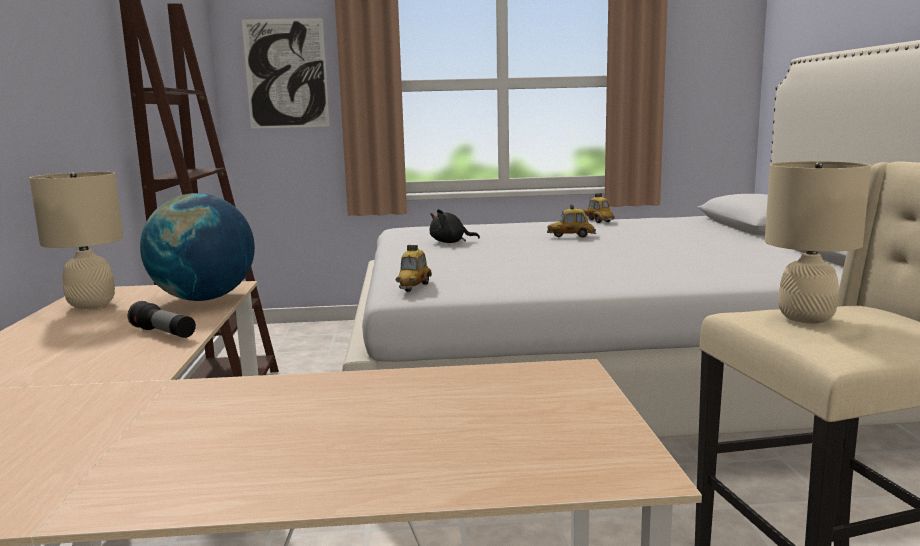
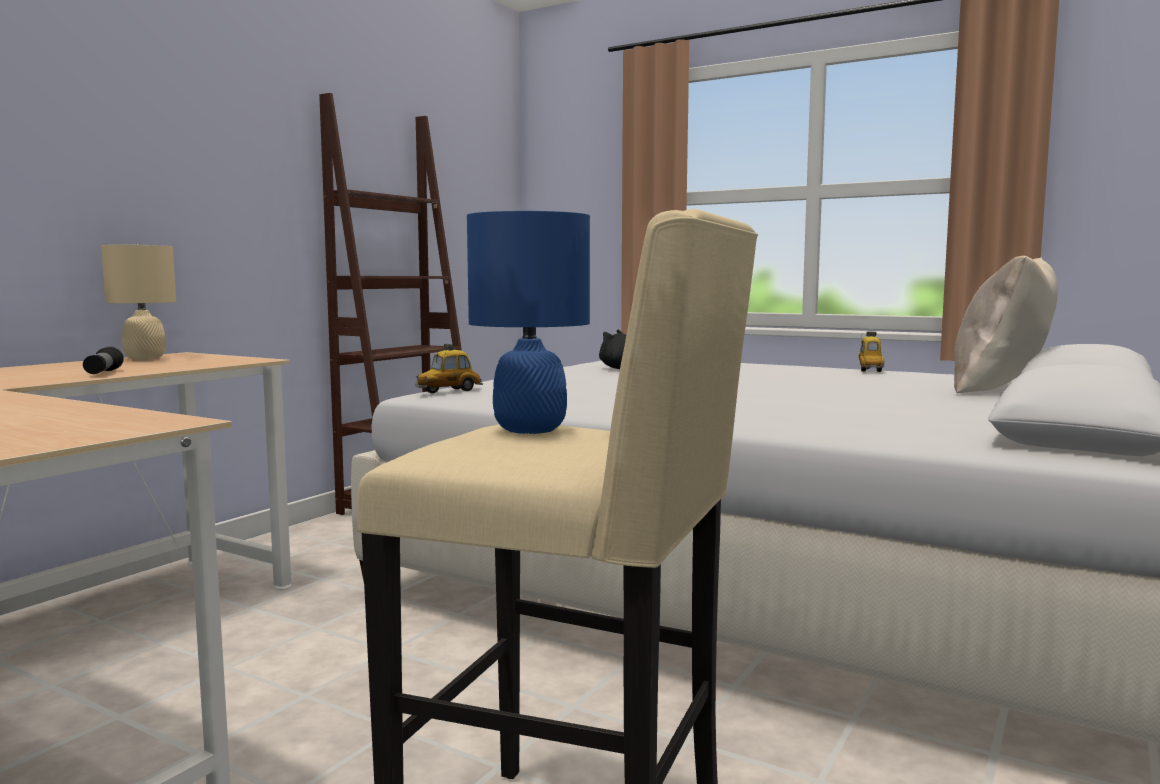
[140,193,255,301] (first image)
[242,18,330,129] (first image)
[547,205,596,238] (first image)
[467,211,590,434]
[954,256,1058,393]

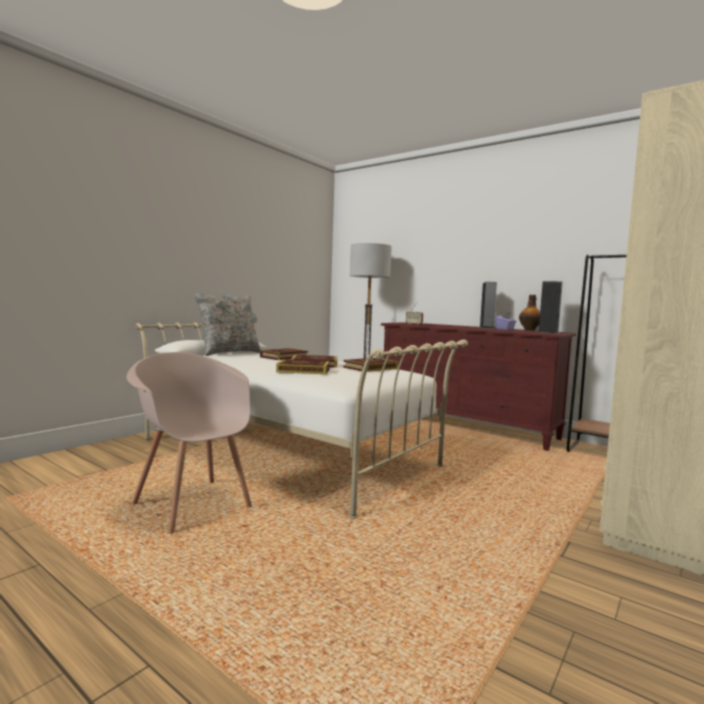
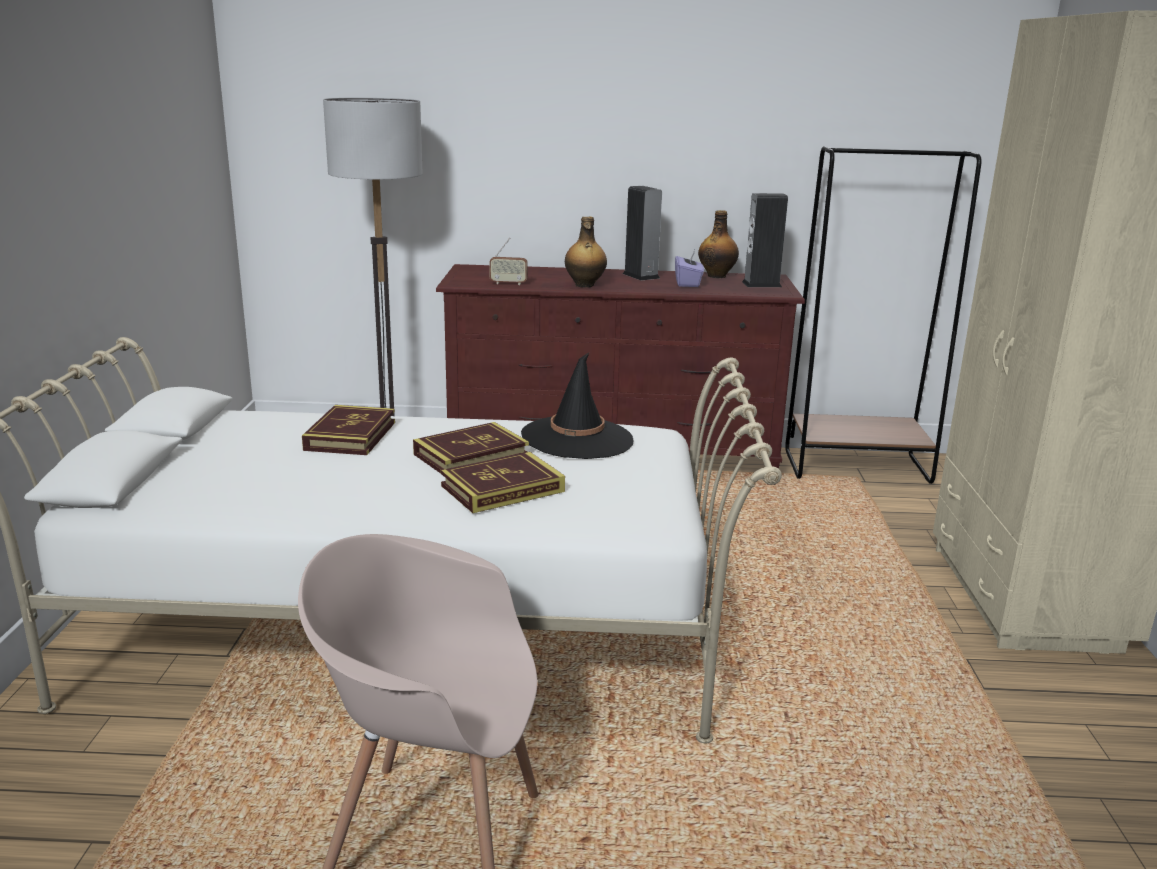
[195,293,261,356] (first image)
[521,353,634,459]
[565,217,607,288]

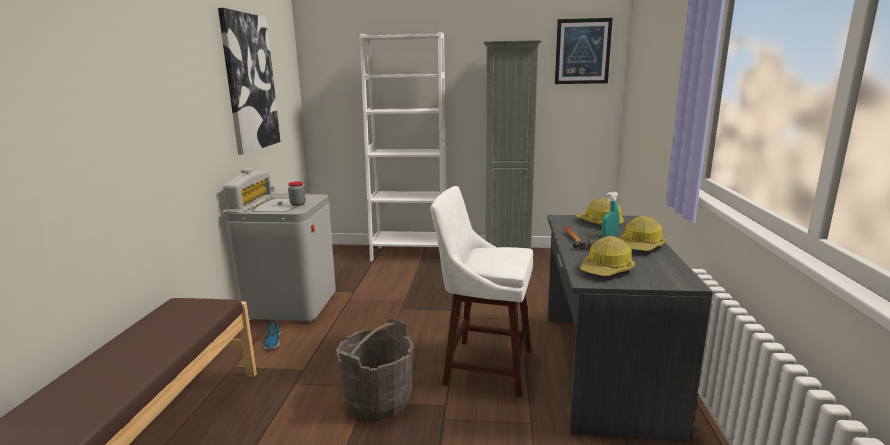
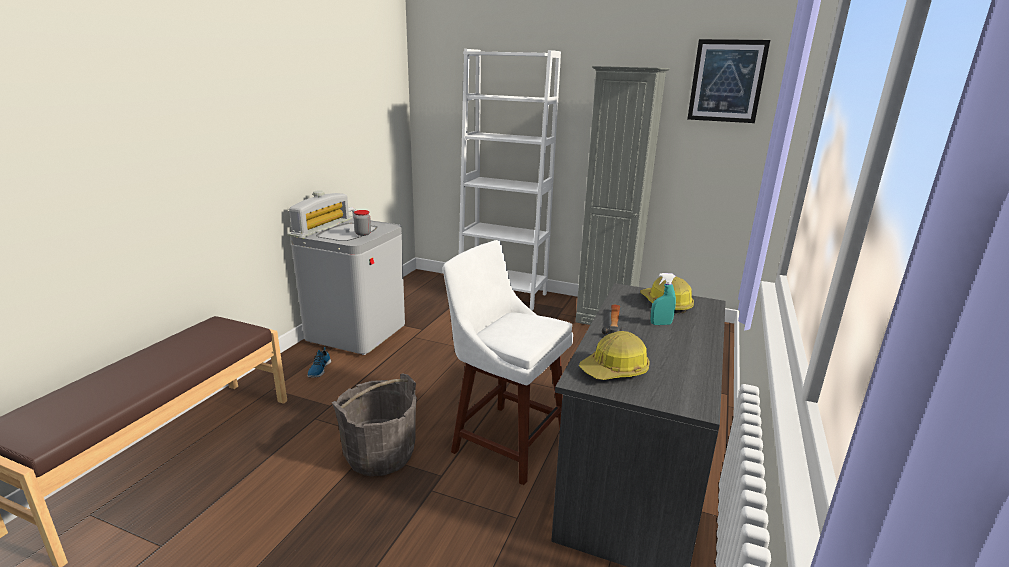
[218,8,281,154] (first image)
[620,216,665,251] (first image)

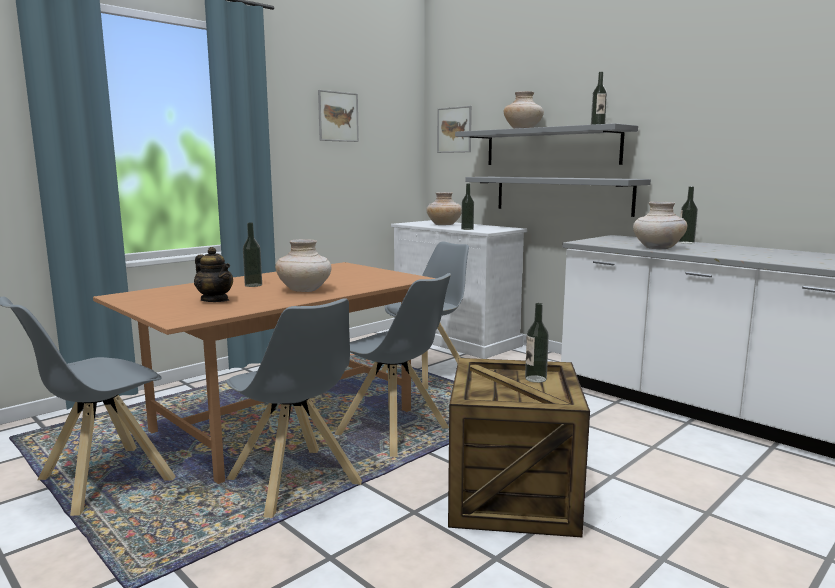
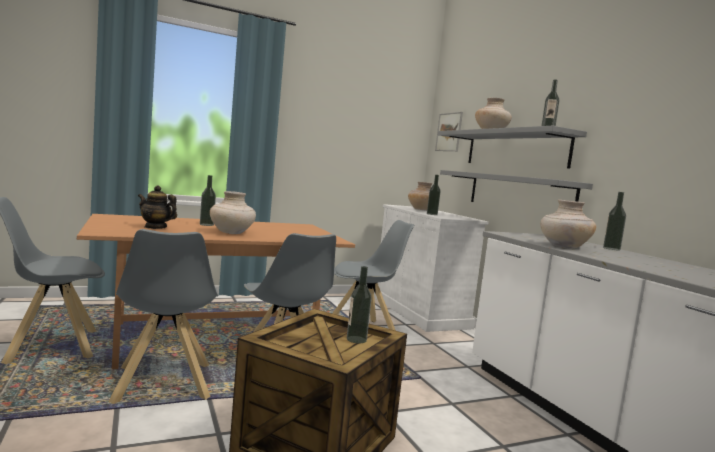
[138,185,177,229]
[318,90,359,142] (first image)

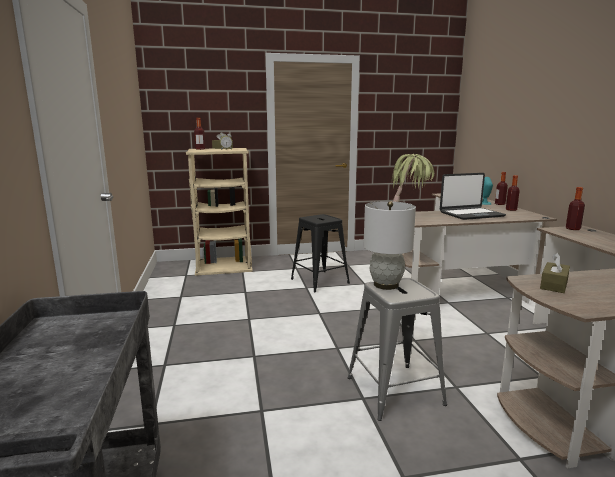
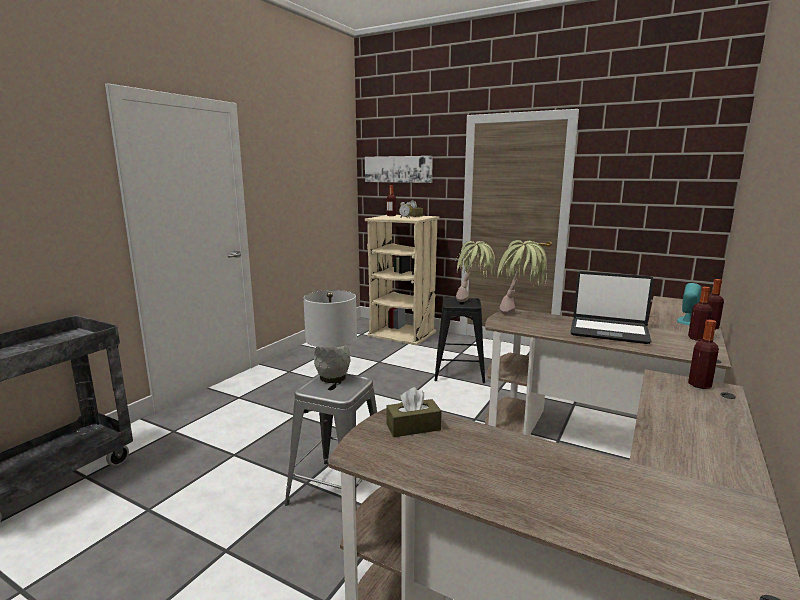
[365,156,433,183]
[453,241,495,302]

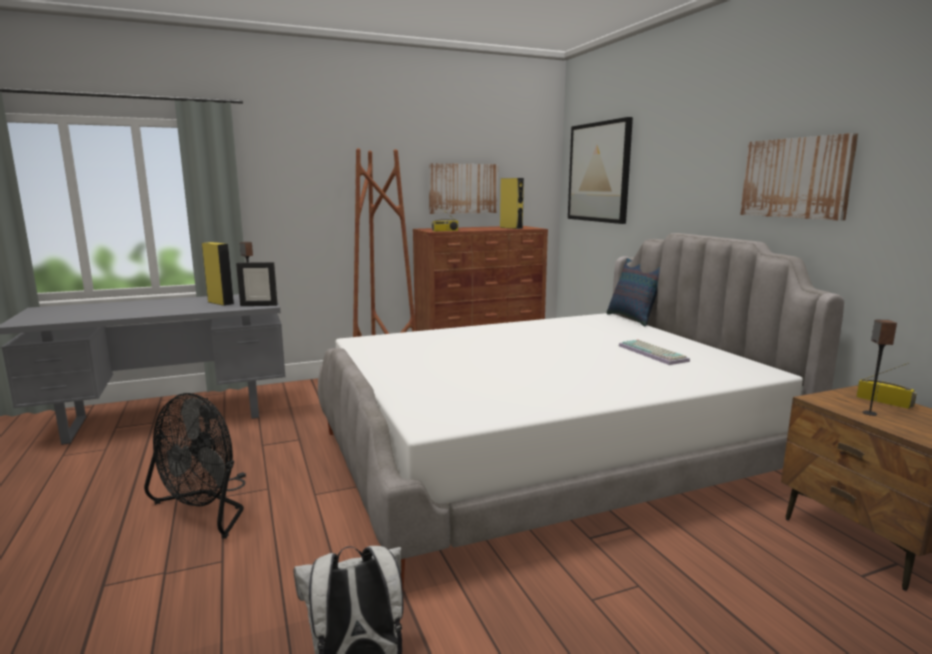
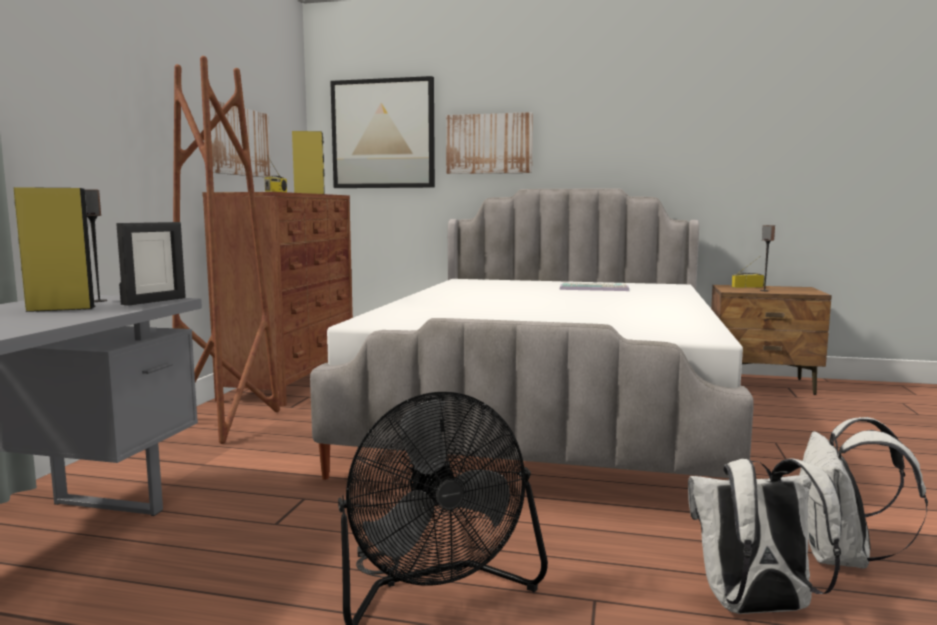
[607,258,660,327] (first image)
[446,112,533,174]
[688,458,842,614]

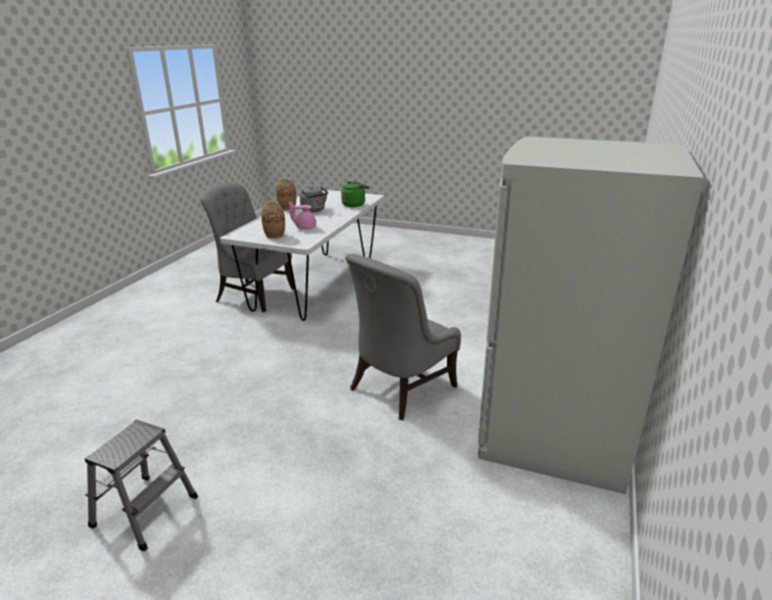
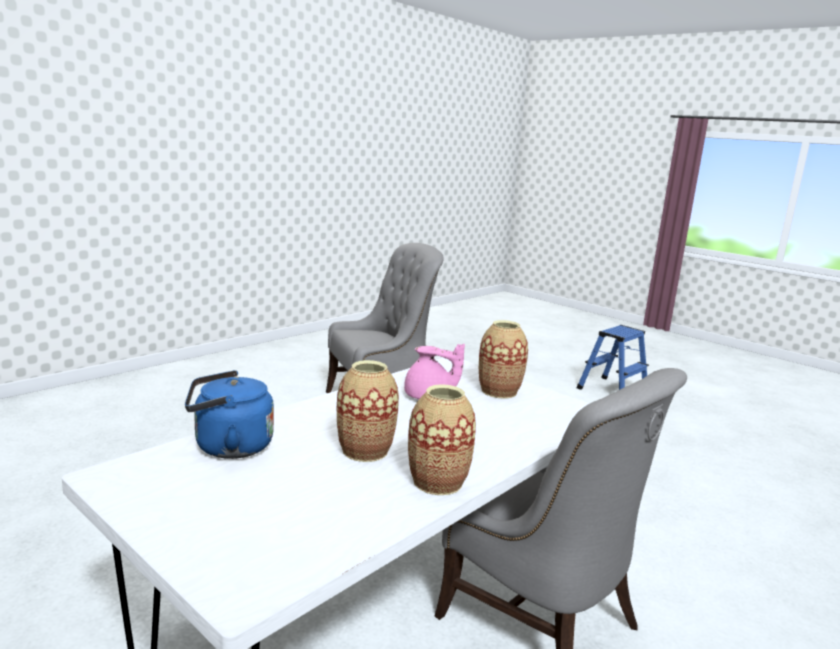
[576,325,649,390]
[337,360,399,462]
[185,370,274,459]
[478,137,704,494] (first image)

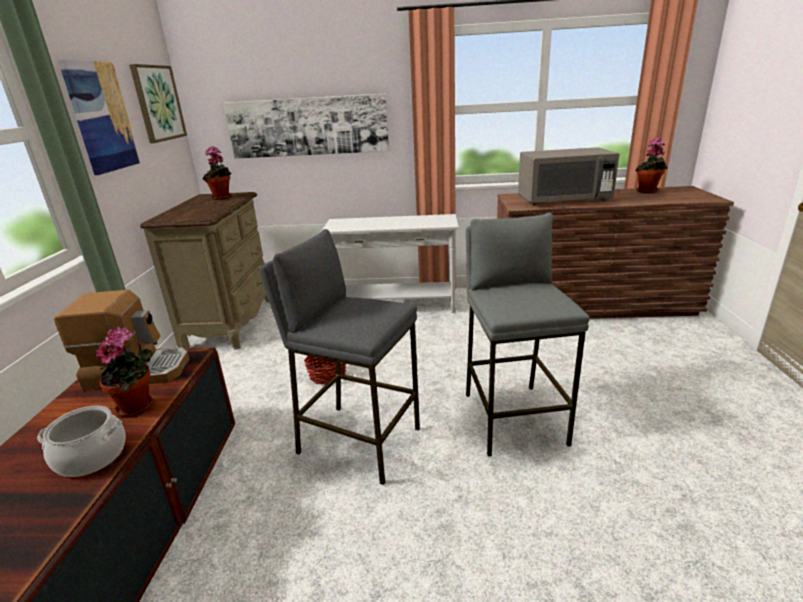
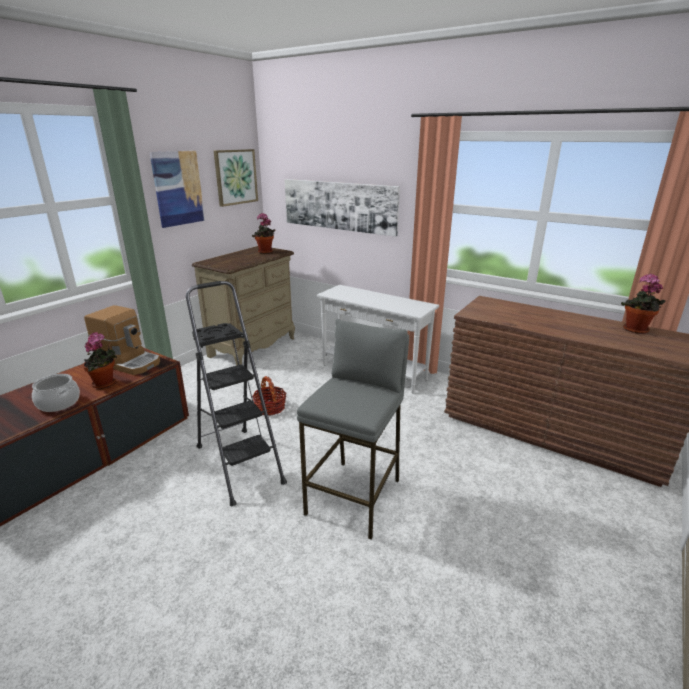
[186,281,287,506]
[518,147,620,205] (first image)

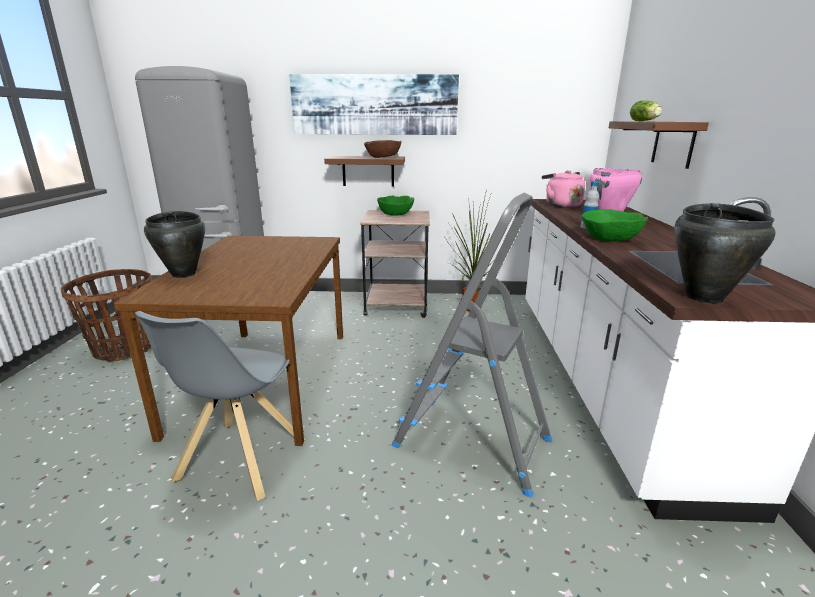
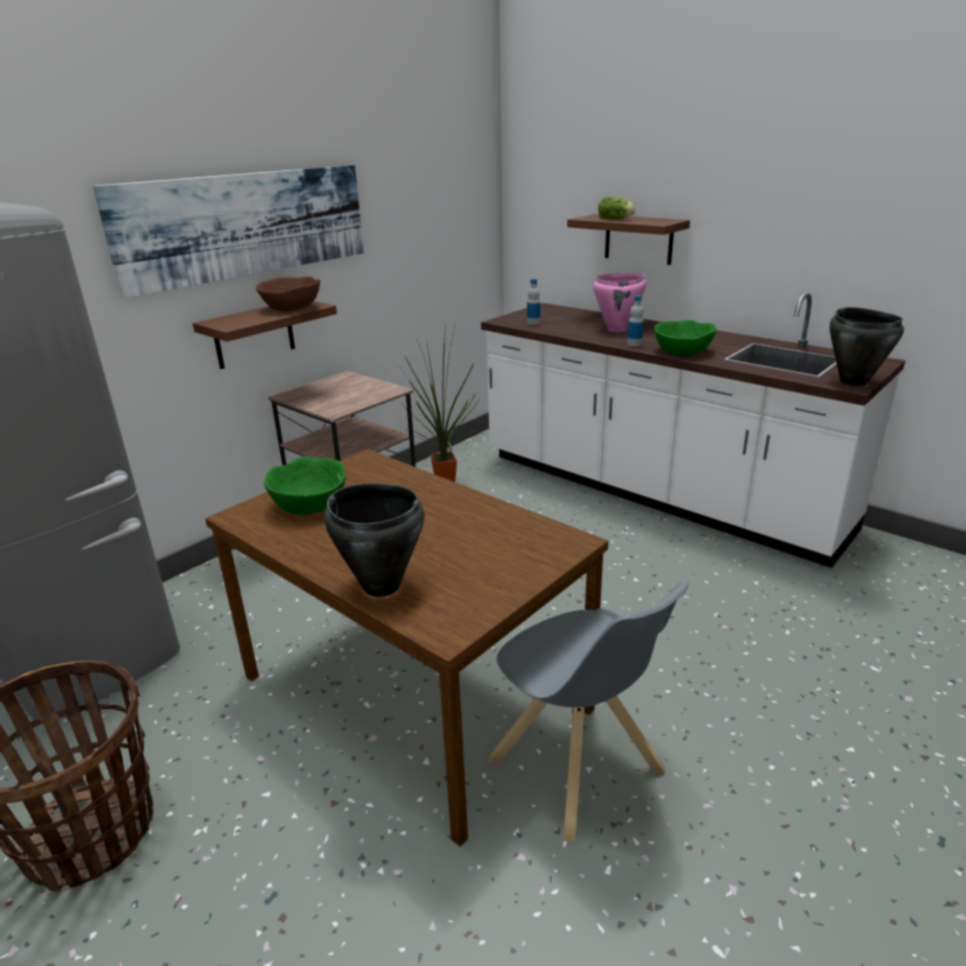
[264,456,346,515]
[392,193,552,497] (first image)
[527,279,540,325]

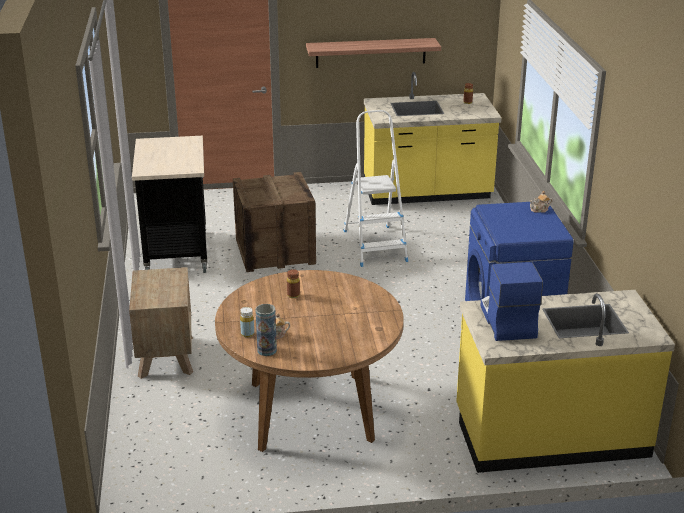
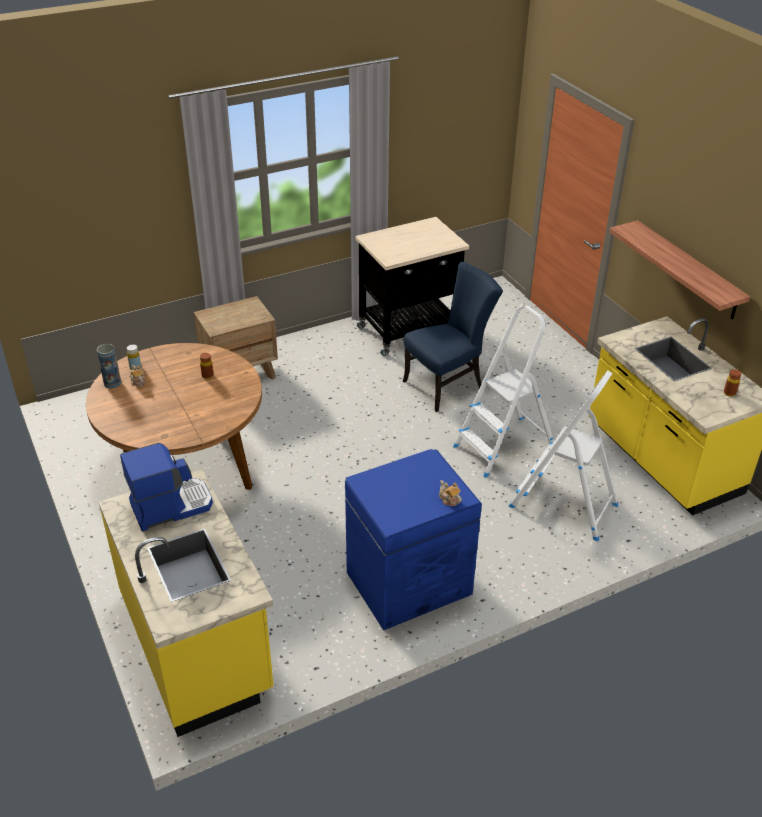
[403,262,503,412]
[509,370,618,541]

